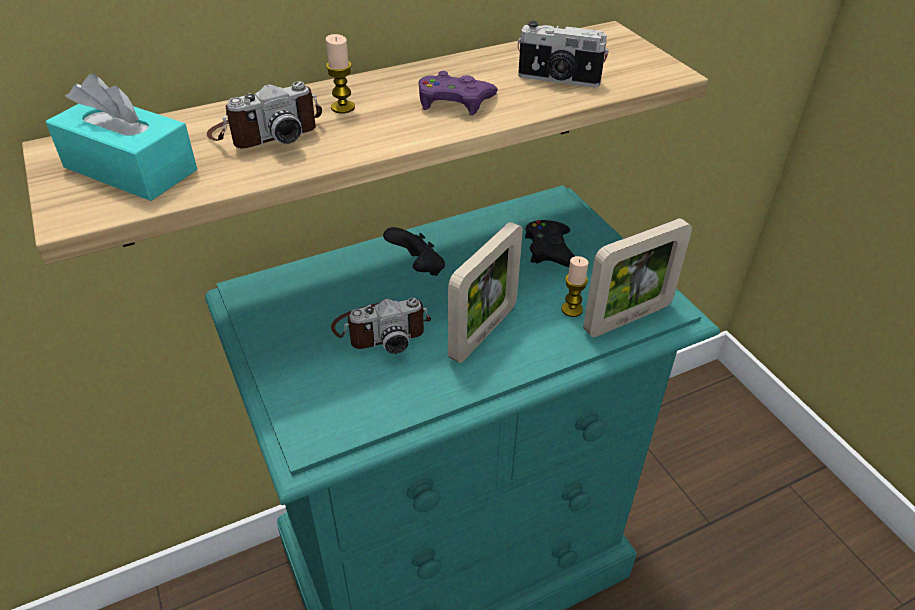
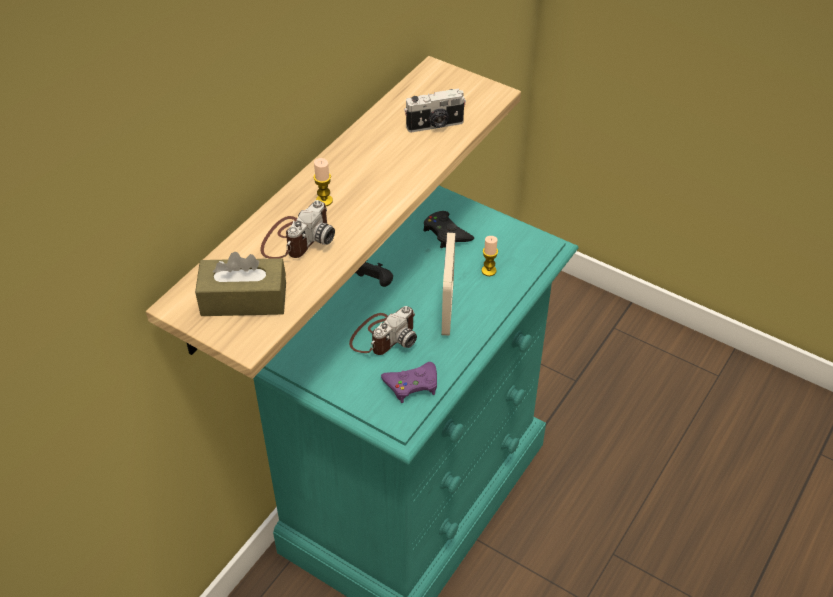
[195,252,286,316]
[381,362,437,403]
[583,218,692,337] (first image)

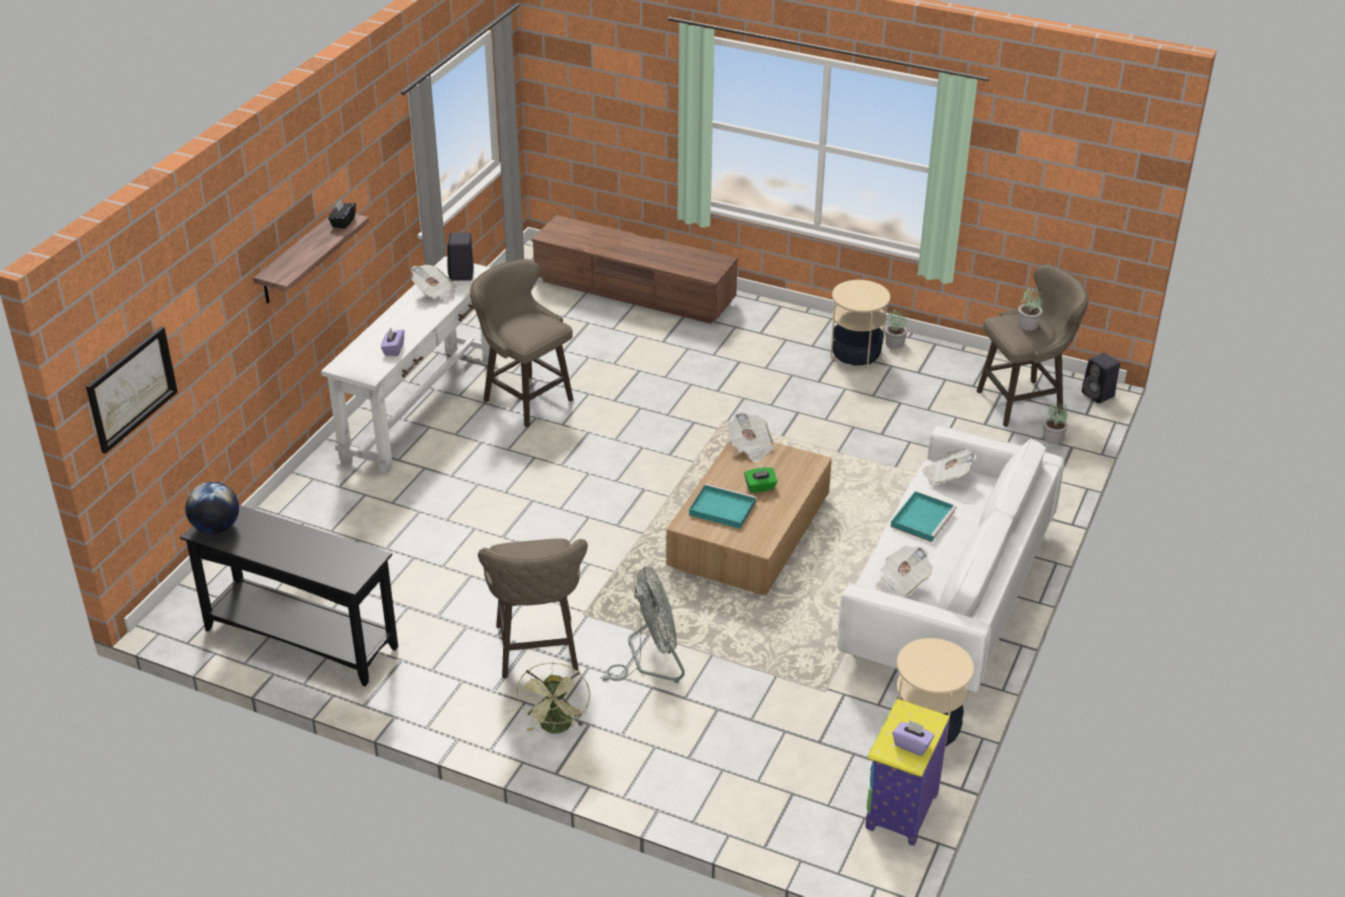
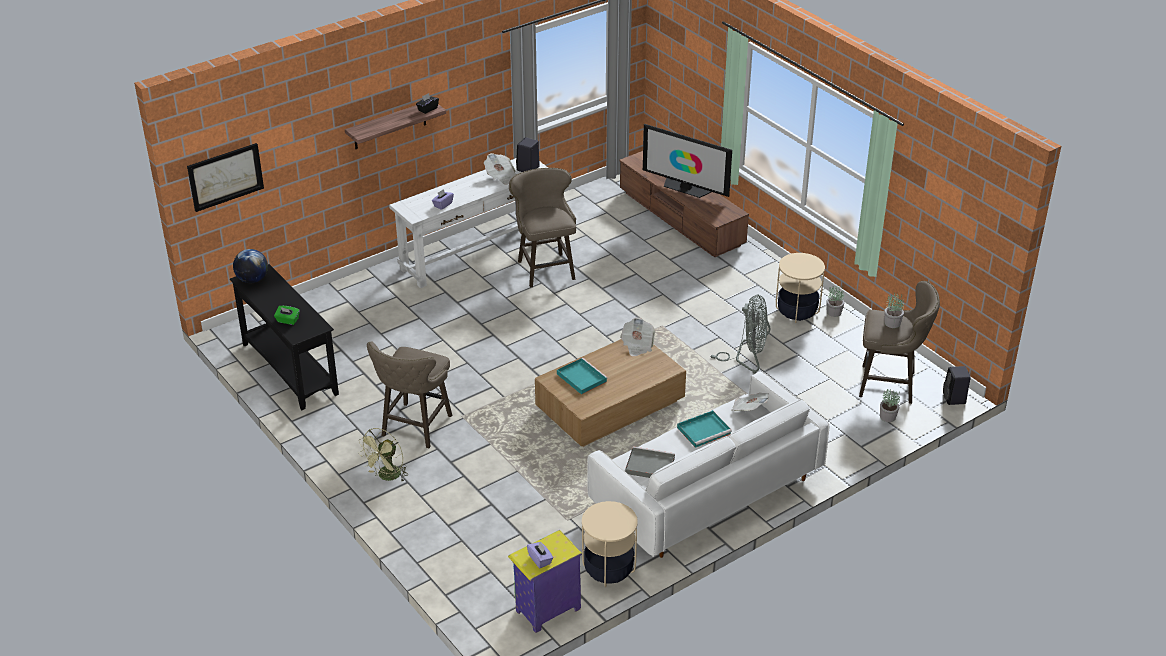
[711,294,771,374]
[274,306,300,325]
[625,446,675,478]
[643,124,732,198]

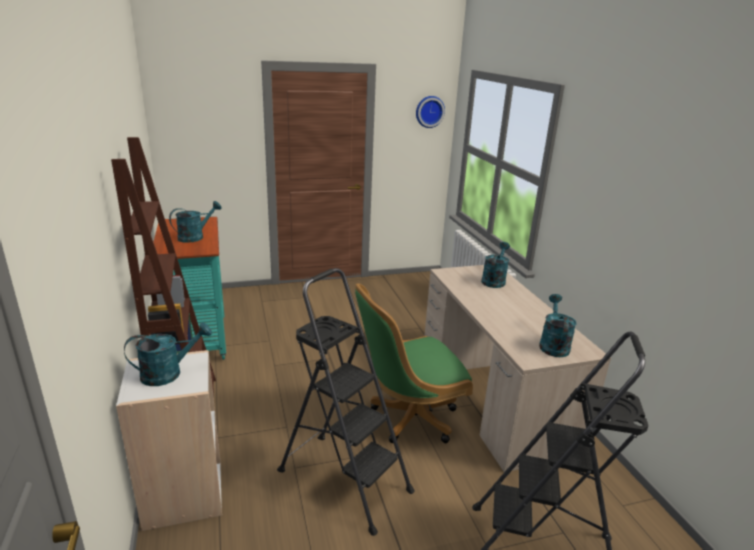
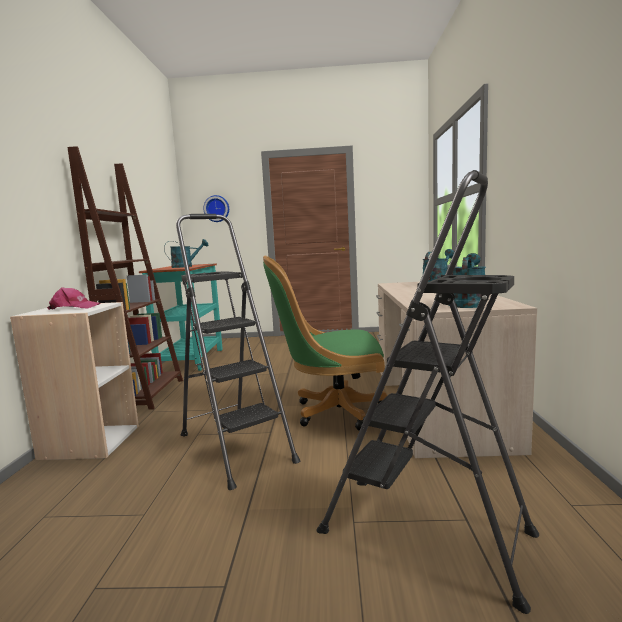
[47,287,101,310]
[203,195,229,222]

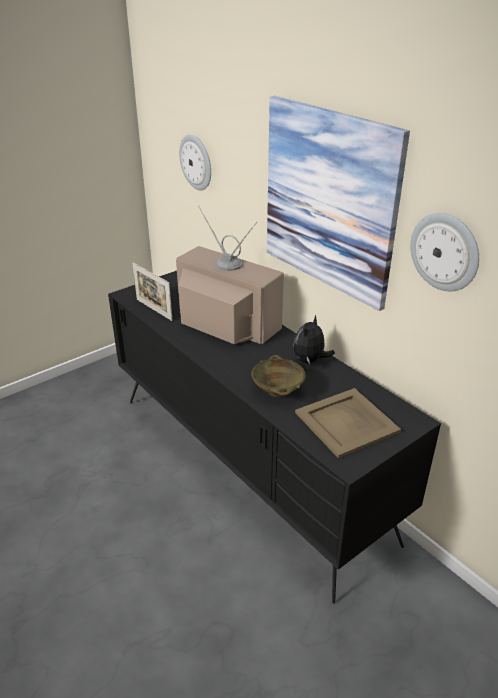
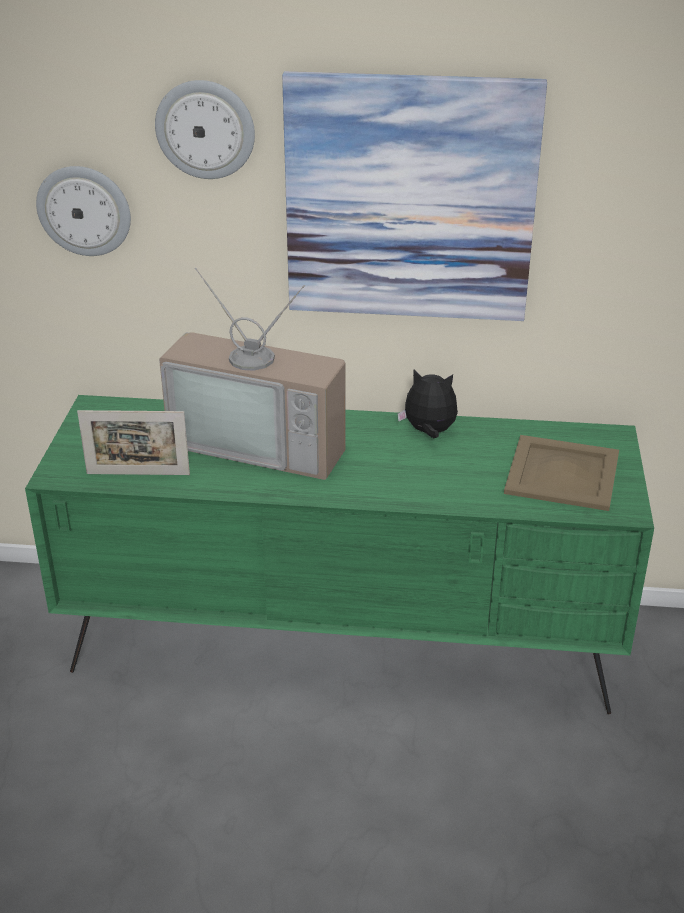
[25,395,654,714]
[159,267,346,480]
[251,355,306,397] (first image)
[397,370,458,438]
[155,80,255,179]

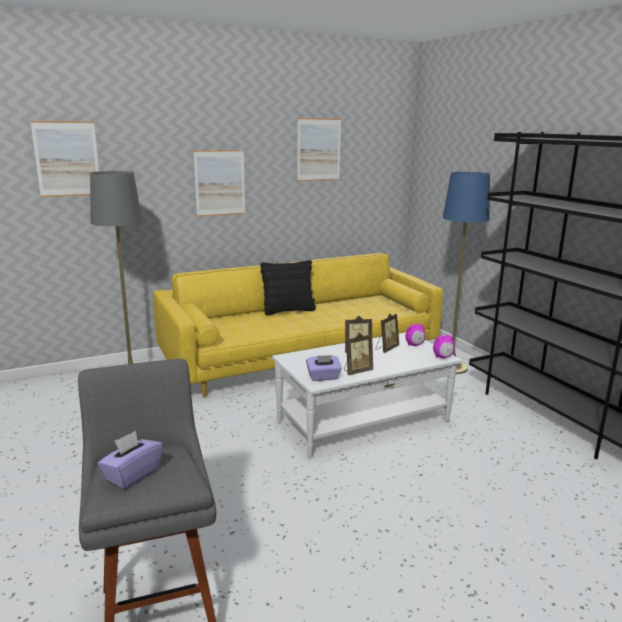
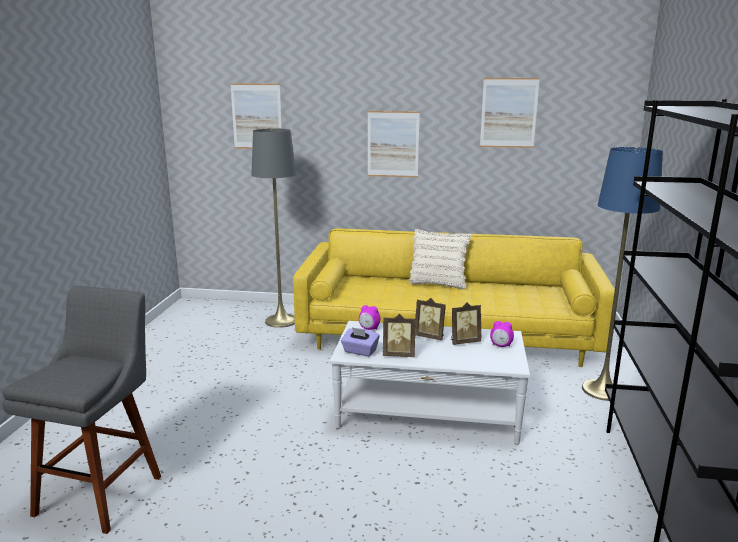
[98,431,163,489] (first image)
[409,229,471,289]
[359,305,380,330]

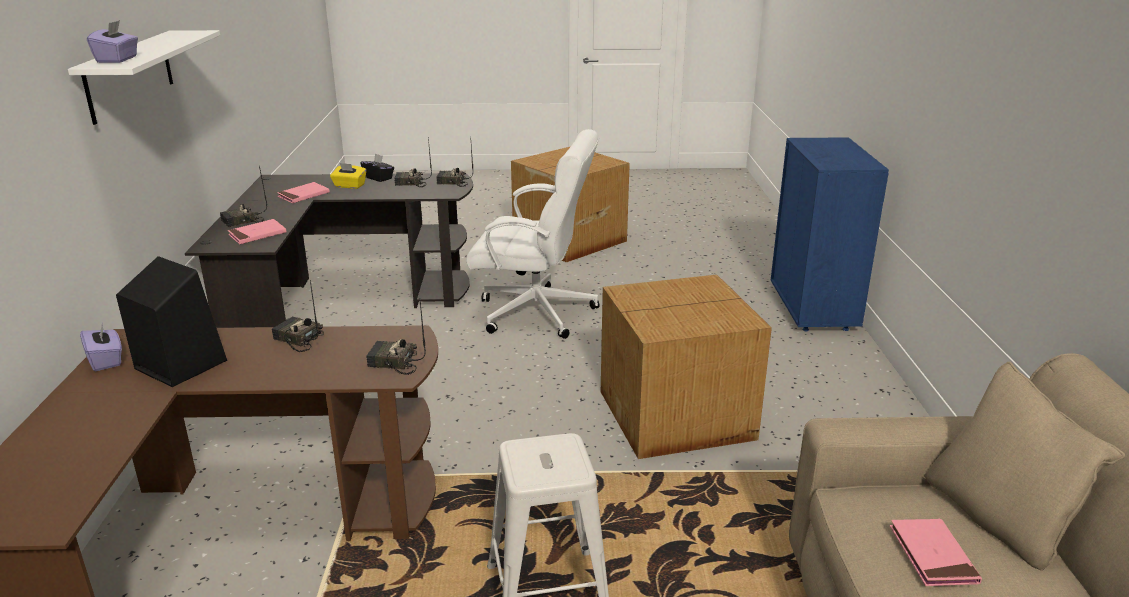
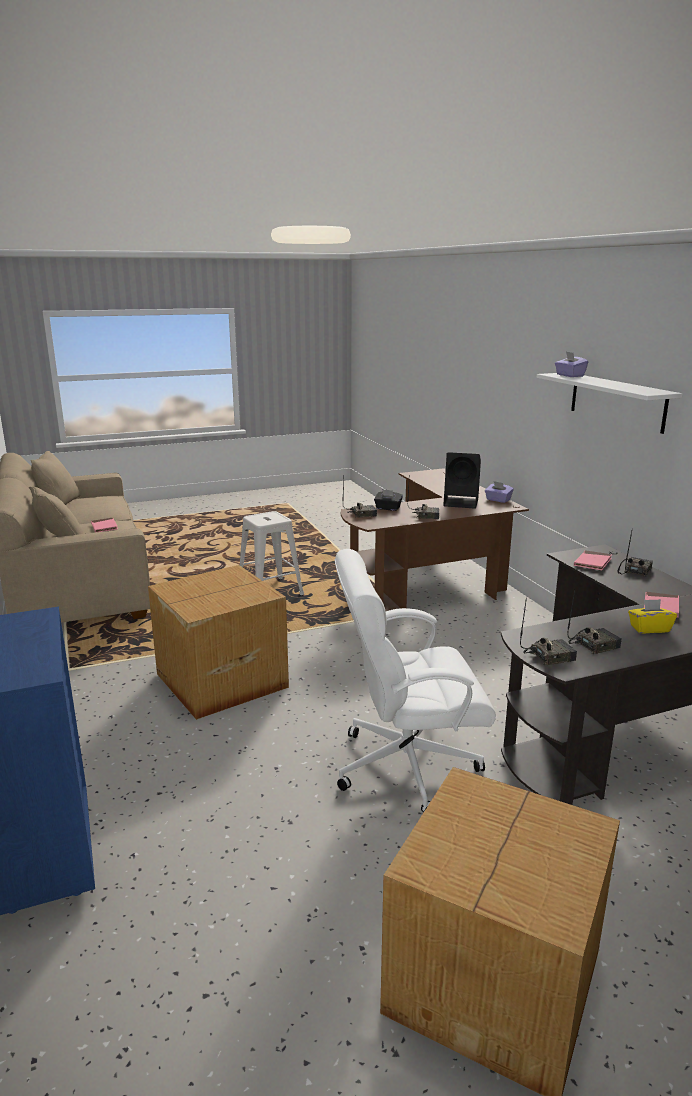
[374,489,403,511]

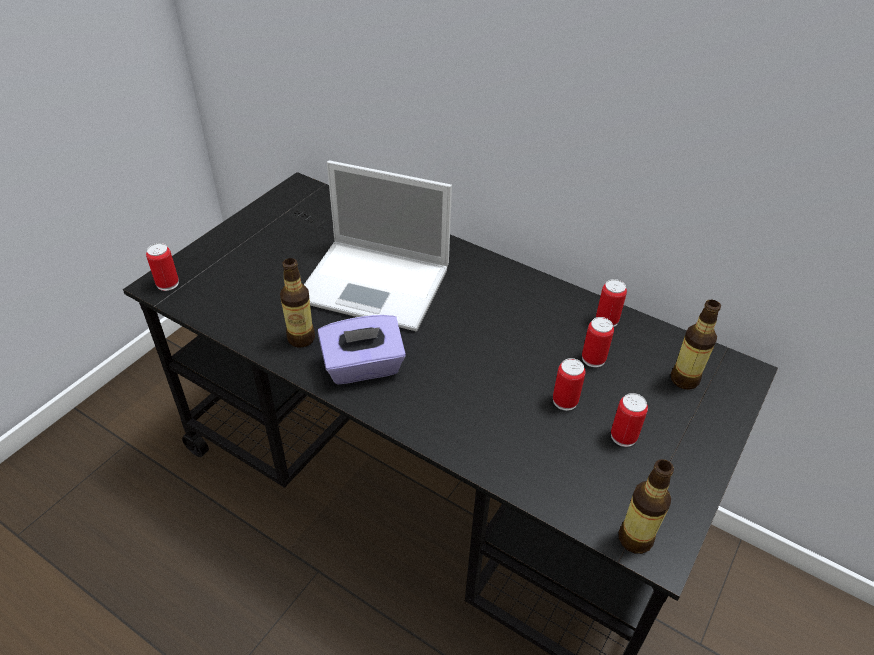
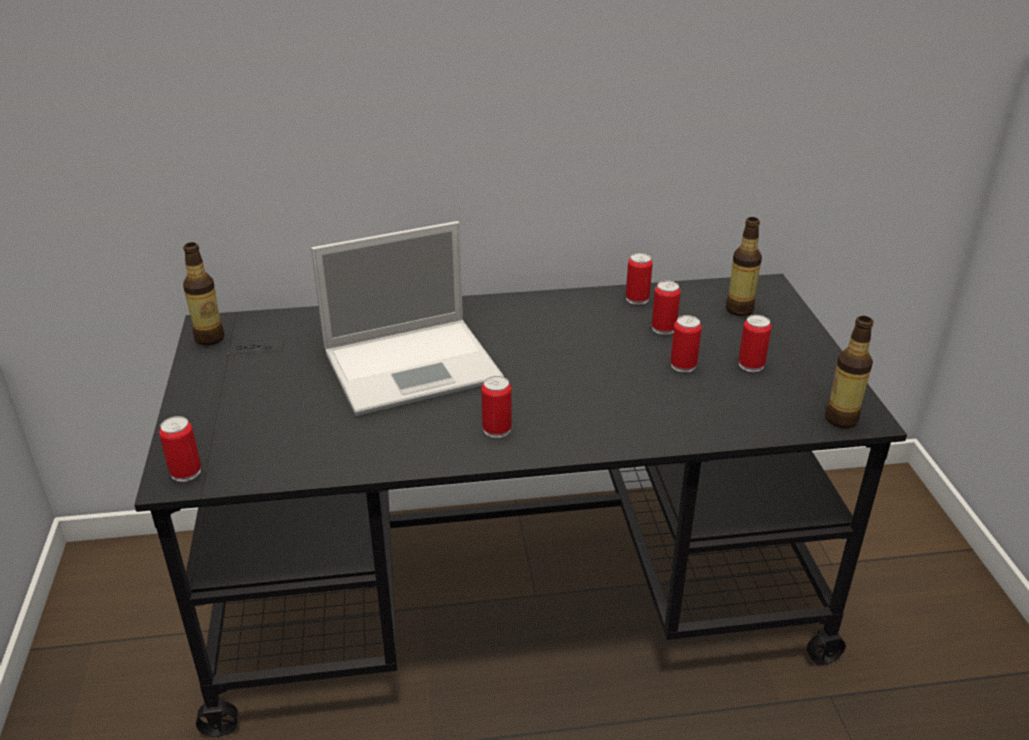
[183,242,224,345]
[481,376,512,438]

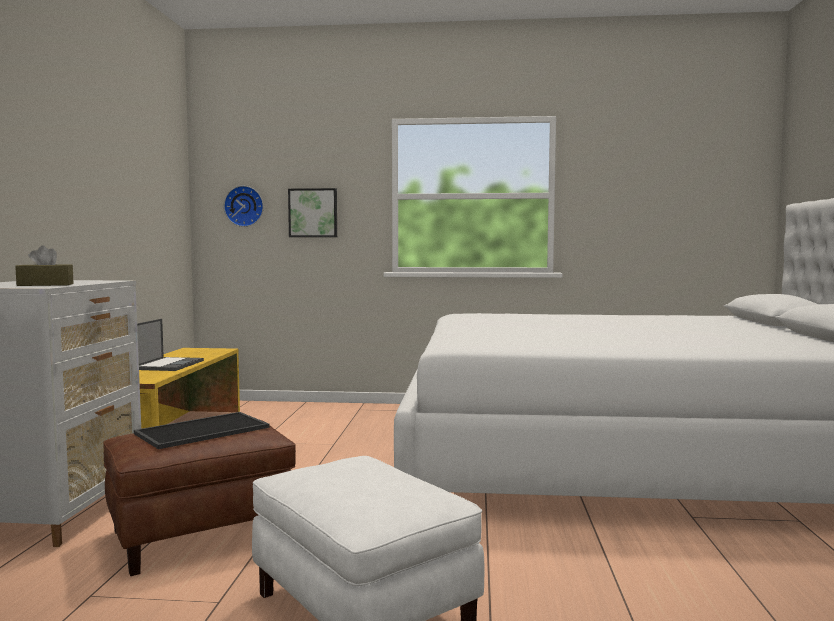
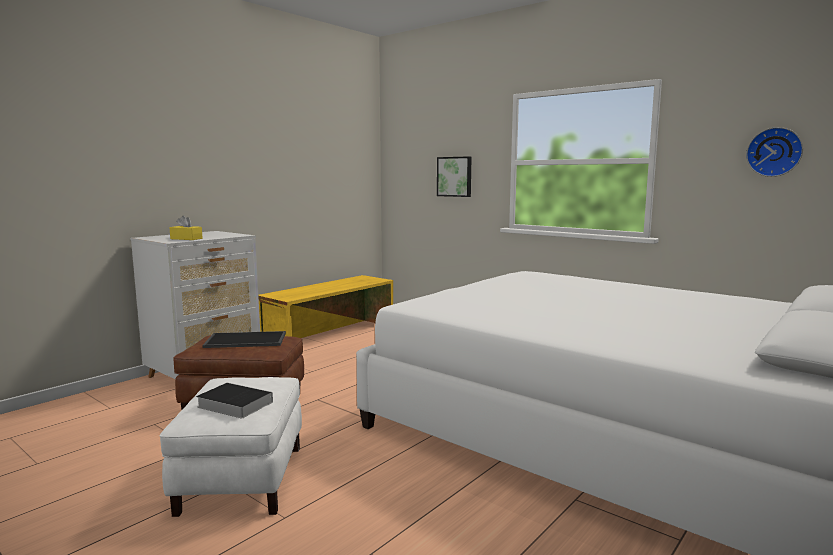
[169,215,203,240]
[137,319,204,371] (first image)
[746,127,803,177]
[196,383,273,418]

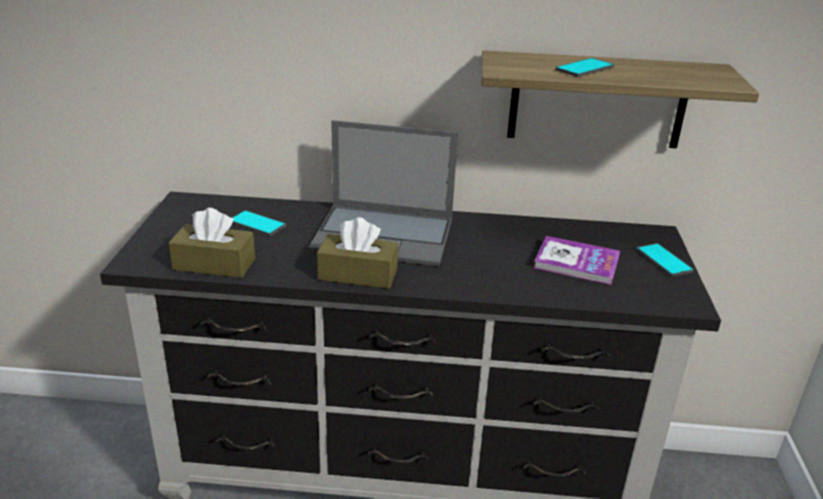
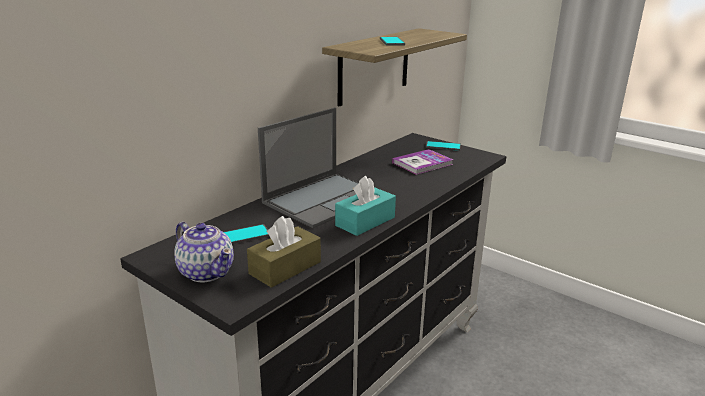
[335,176,396,236]
[175,222,234,282]

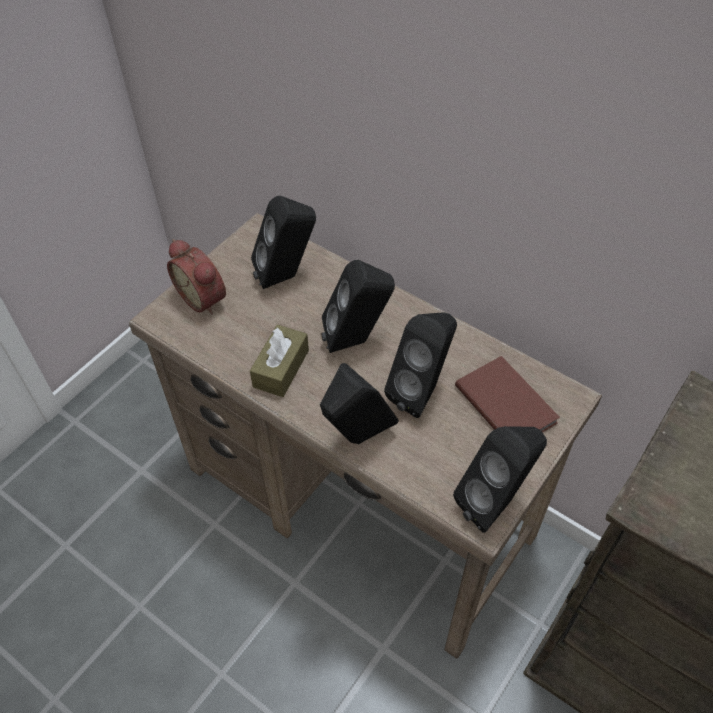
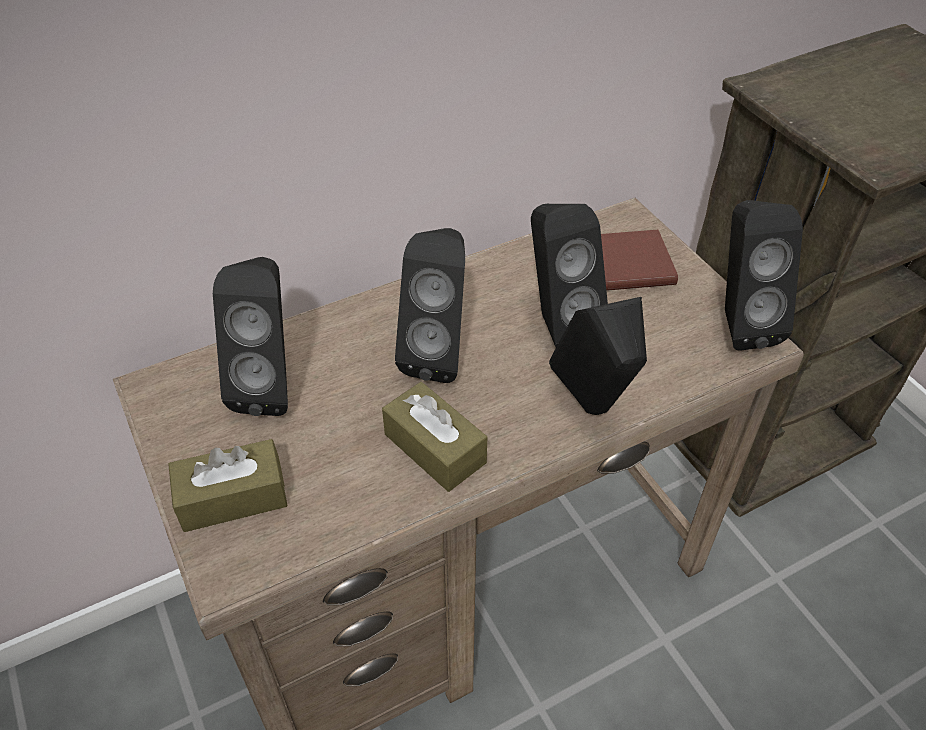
[168,439,288,532]

